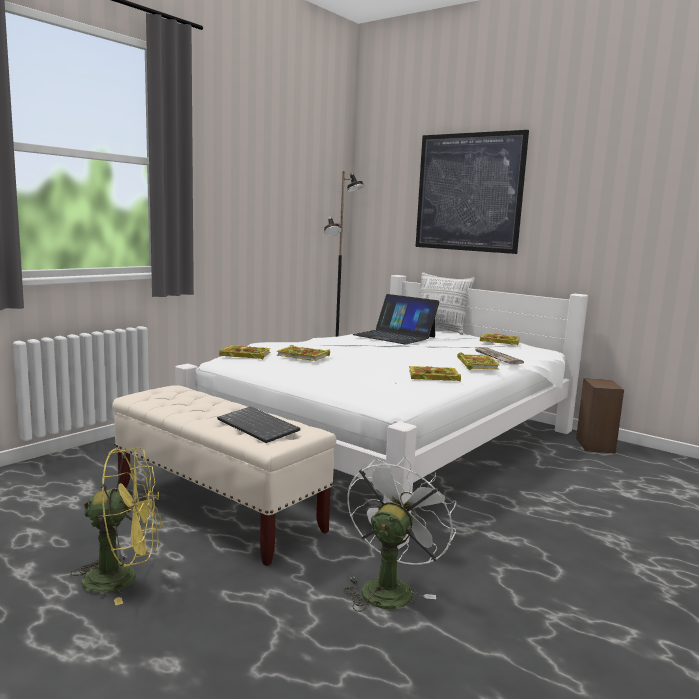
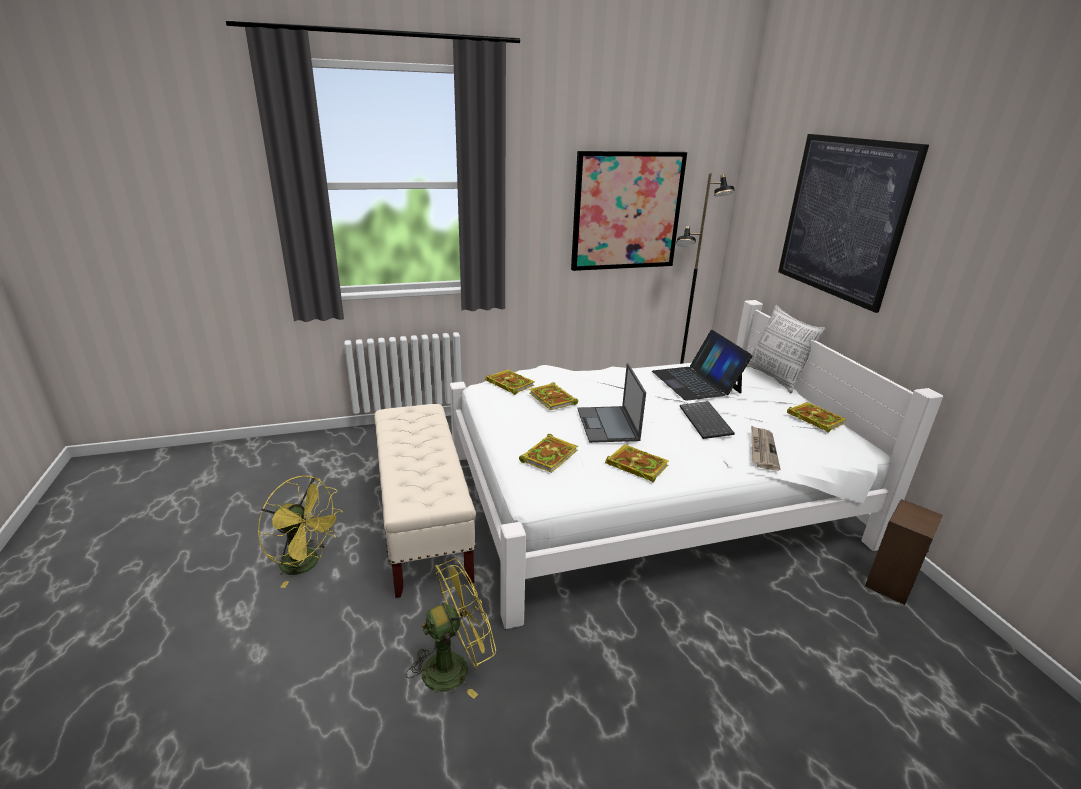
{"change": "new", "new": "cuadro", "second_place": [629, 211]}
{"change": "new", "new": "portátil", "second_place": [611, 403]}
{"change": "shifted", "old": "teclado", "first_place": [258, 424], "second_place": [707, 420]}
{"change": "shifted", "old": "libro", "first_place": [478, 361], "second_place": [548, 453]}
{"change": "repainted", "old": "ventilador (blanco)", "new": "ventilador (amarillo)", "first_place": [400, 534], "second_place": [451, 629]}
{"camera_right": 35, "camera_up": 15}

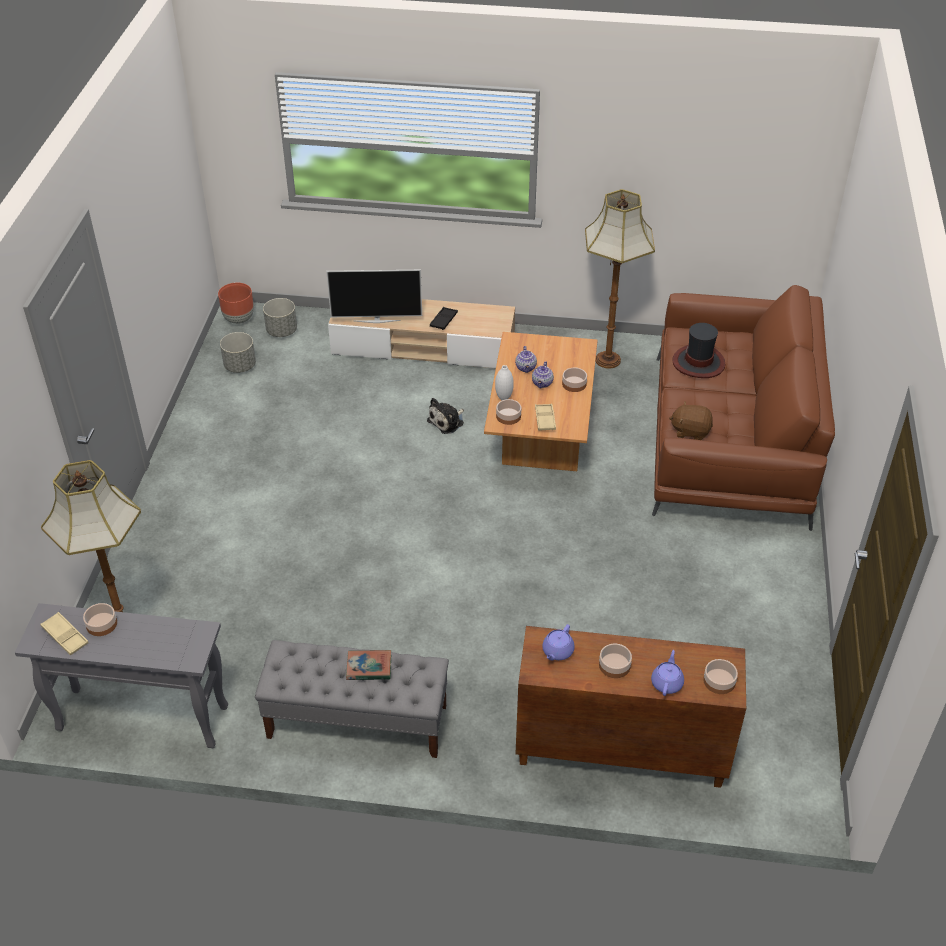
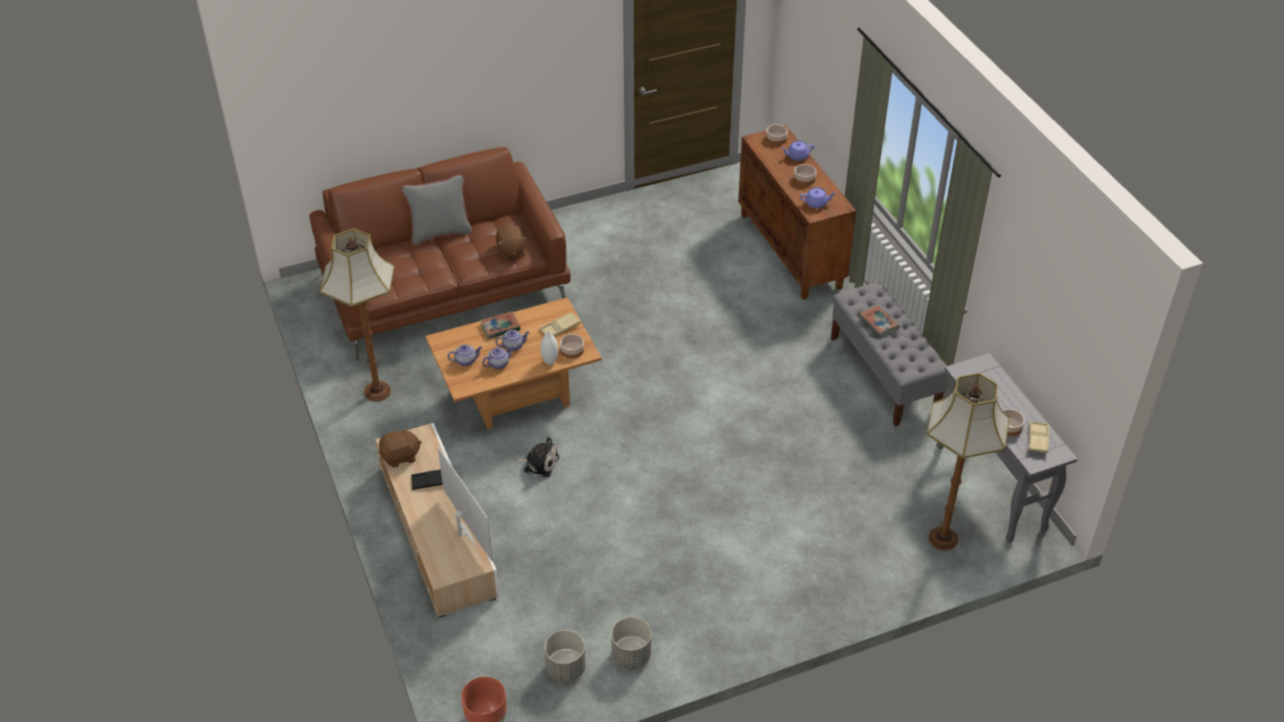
{"change": "gone", "old": "sombrero", "first_place": [698, 350]}
{"change": "new", "new": "peluche (marrón)", "second_place": [400, 447]}
{"change": "new", "new": "cojín (gris)", "second_place": [437, 210]}
{"change": "new", "new": "tetera", "second_place": [465, 355]}
{"change": "shifted", "old": "maceta (gris)", "first_place": [280, 317], "second_place": [631, 643]}
{"change": "swapped", "old": "cuenco", "new": "libro", "first_place": [574, 380], "second_place": [500, 325]}
{"camera_right": -120, "camera_up": 0}

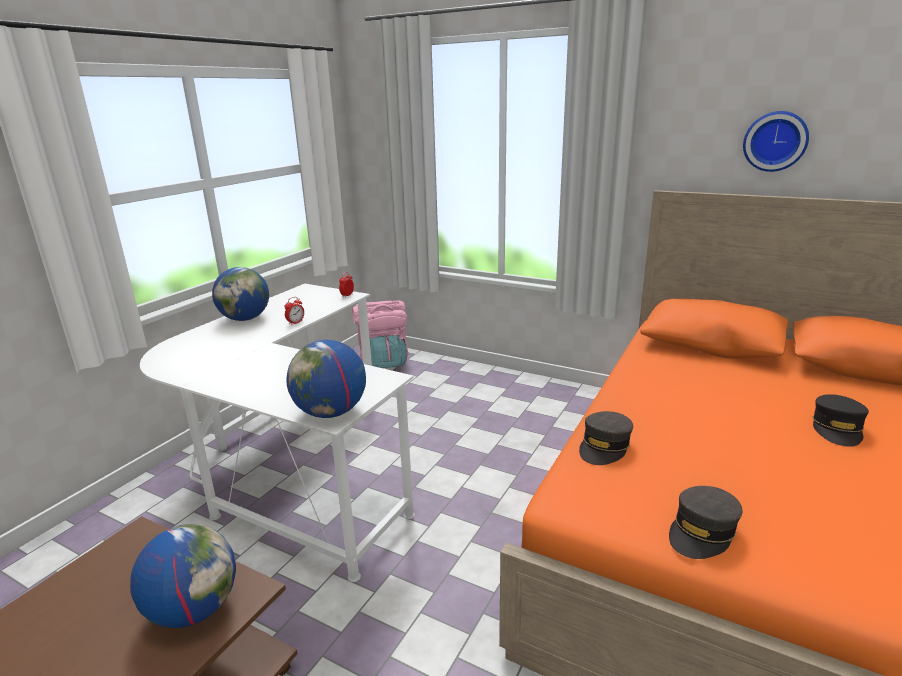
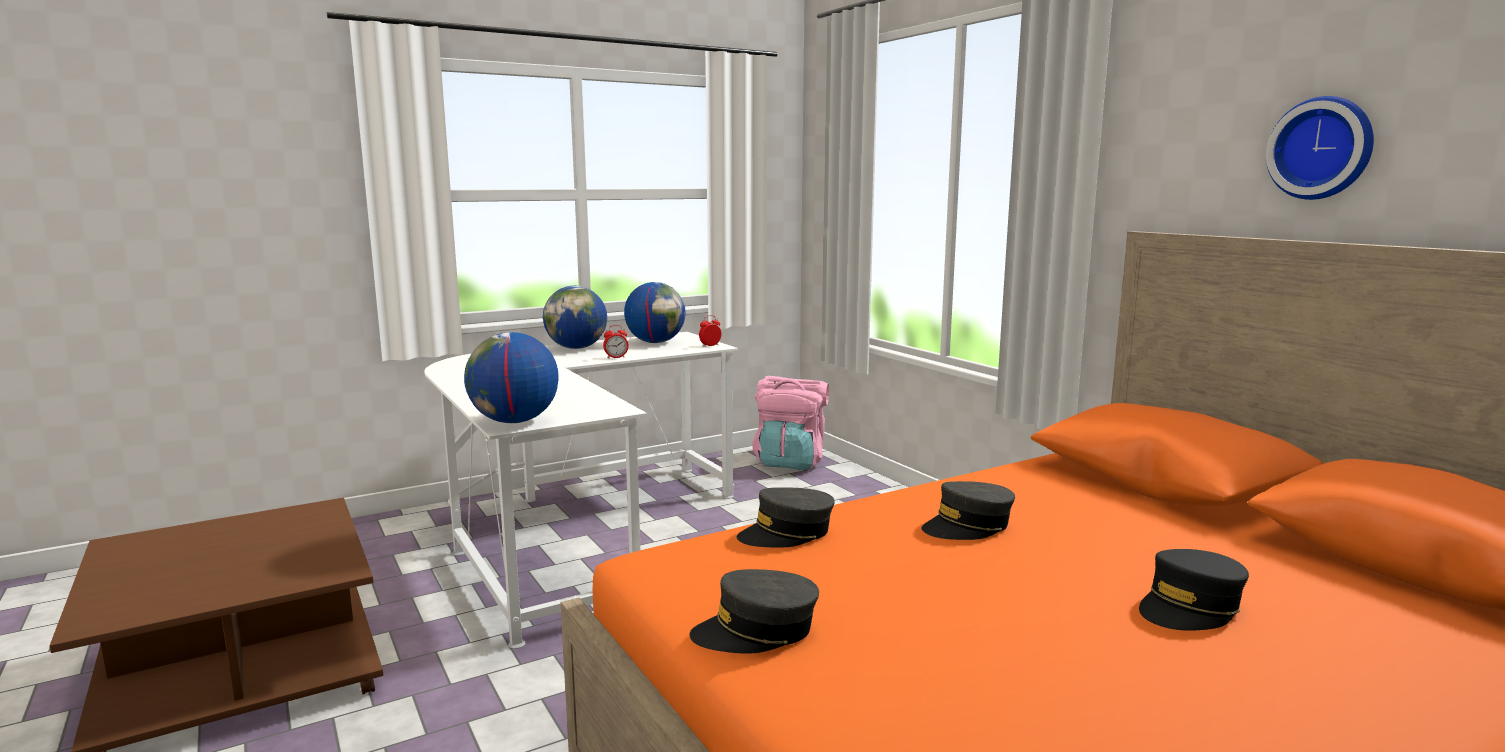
{"change": "new", "new": "gorra (gris)", "second_place": [968, 510]}
{"change": "shifted", "old": "globo terráqueo", "first_place": [183, 576], "second_place": [655, 312]}
{"camera_right": 30, "camera_up": -10}

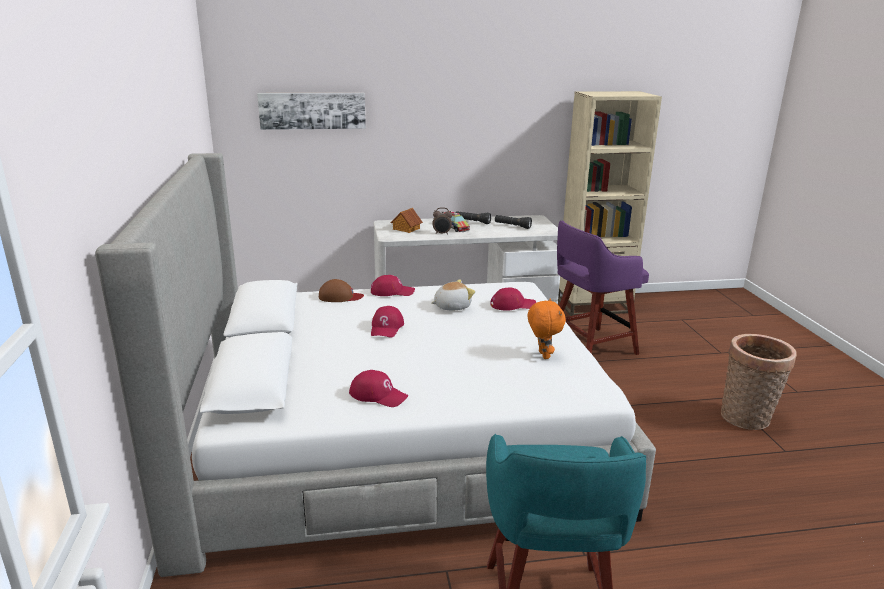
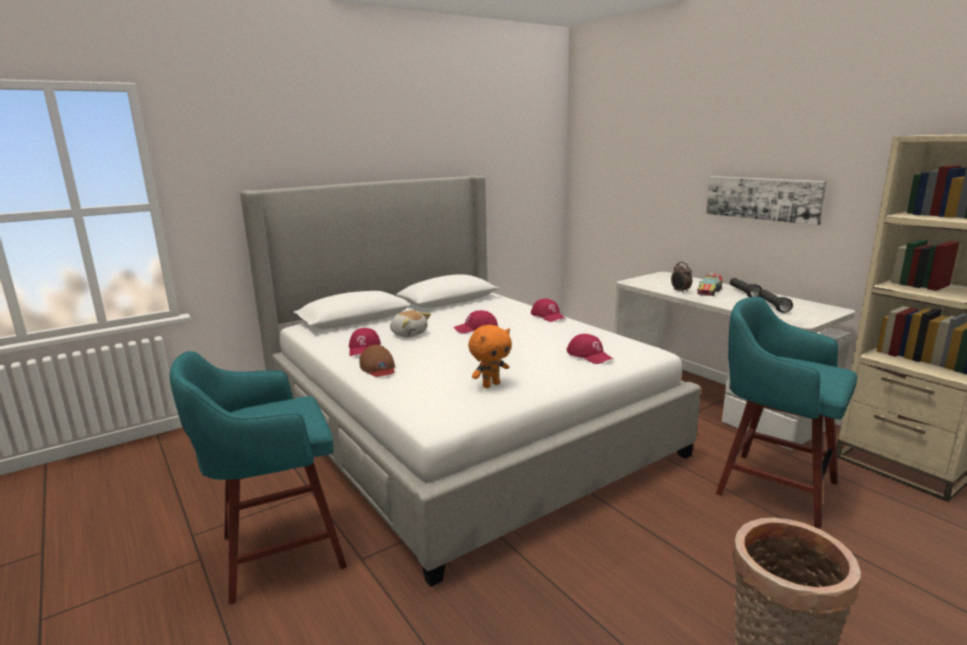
{"change": "gone", "old": "casita", "first_place": [406, 220]}
{"change": "shifted", "old": "cuadro", "first_place": [311, 111], "second_place": [766, 200]}
{"change": "shifted", "old": "gorra (marrón)", "first_place": [341, 290], "second_place": [377, 361]}
{"change": "shifted", "old": "peluche", "first_place": [453, 295], "second_place": [410, 323]}
{"change": "repainted", "old": "taburete (morado)", "new": "taburete (turquesa)", "first_place": [603, 287], "second_place": [787, 413]}
{"camera_right": 65, "camera_up": -5}

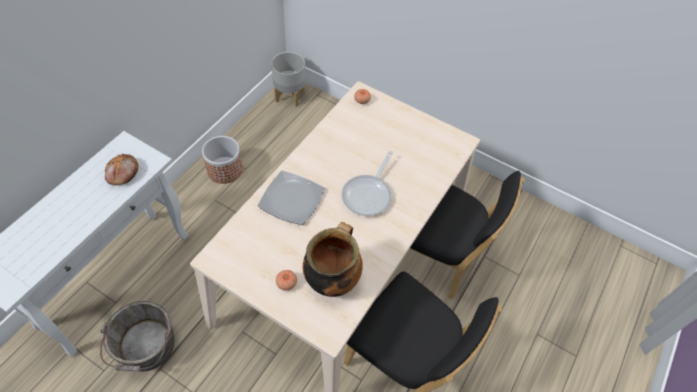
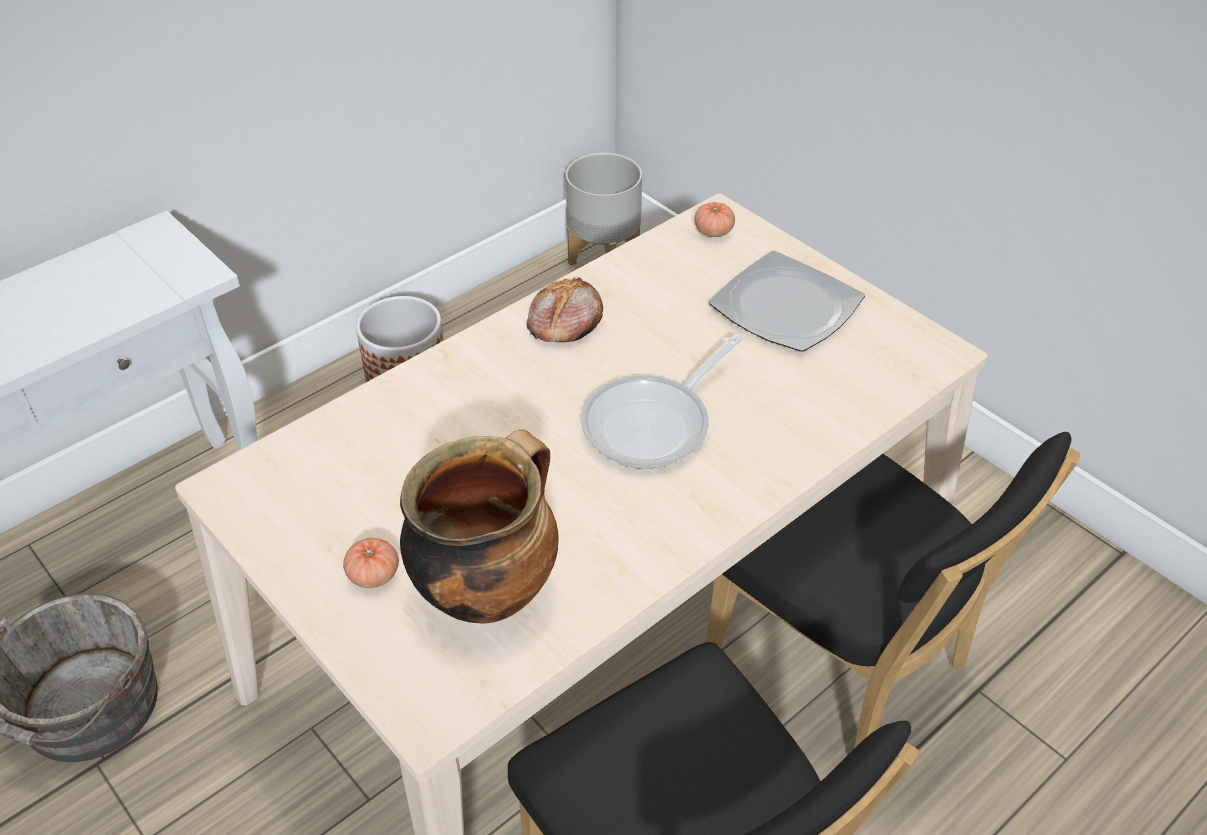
{"change": "shifted", "old": "pan", "first_place": [121, 170], "second_place": [564, 309]}
{"change": "shifted", "old": "plato", "first_place": [291, 197], "second_place": [787, 301]}
{"camera_right": 20, "camera_up": -10}

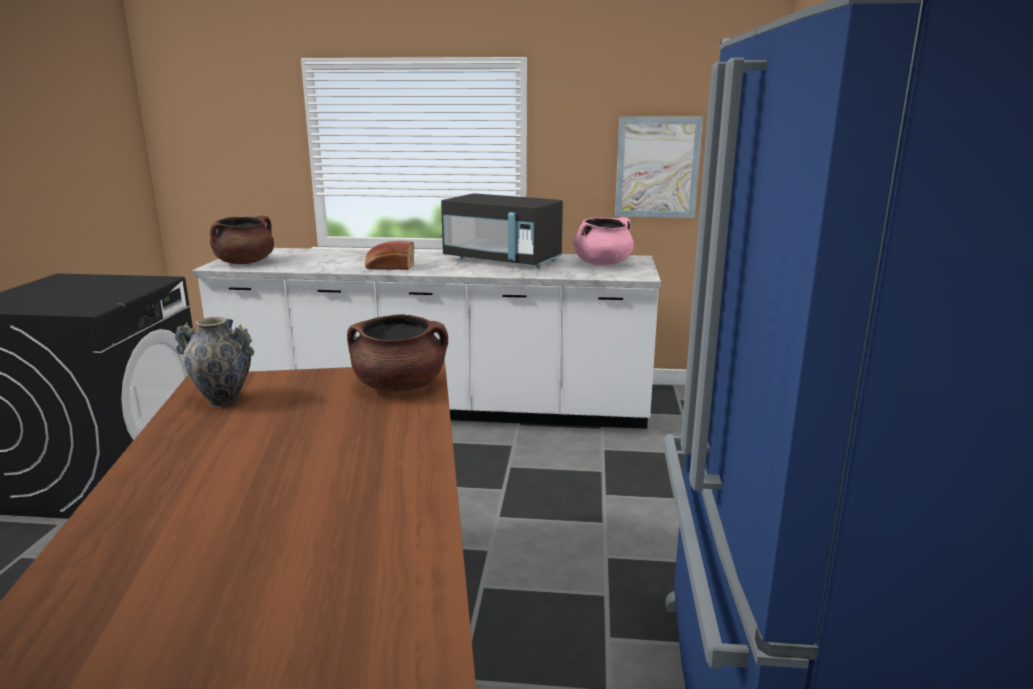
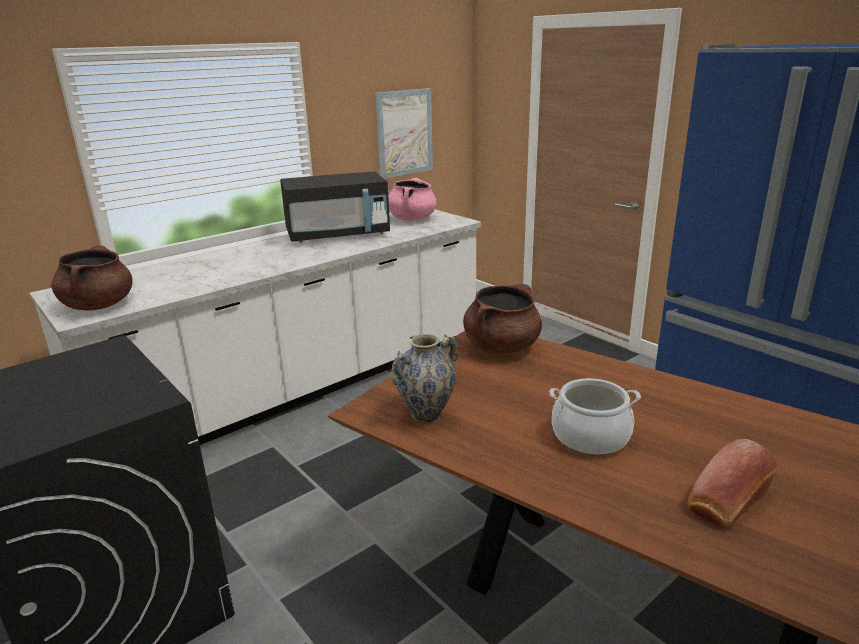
{"change": "new", "new": "olla", "second_place": [595, 417]}
{"change": "shifted", "old": "pan", "first_place": [389, 255], "second_place": [732, 483]}
{"camera_right": -45, "camera_up": 5}

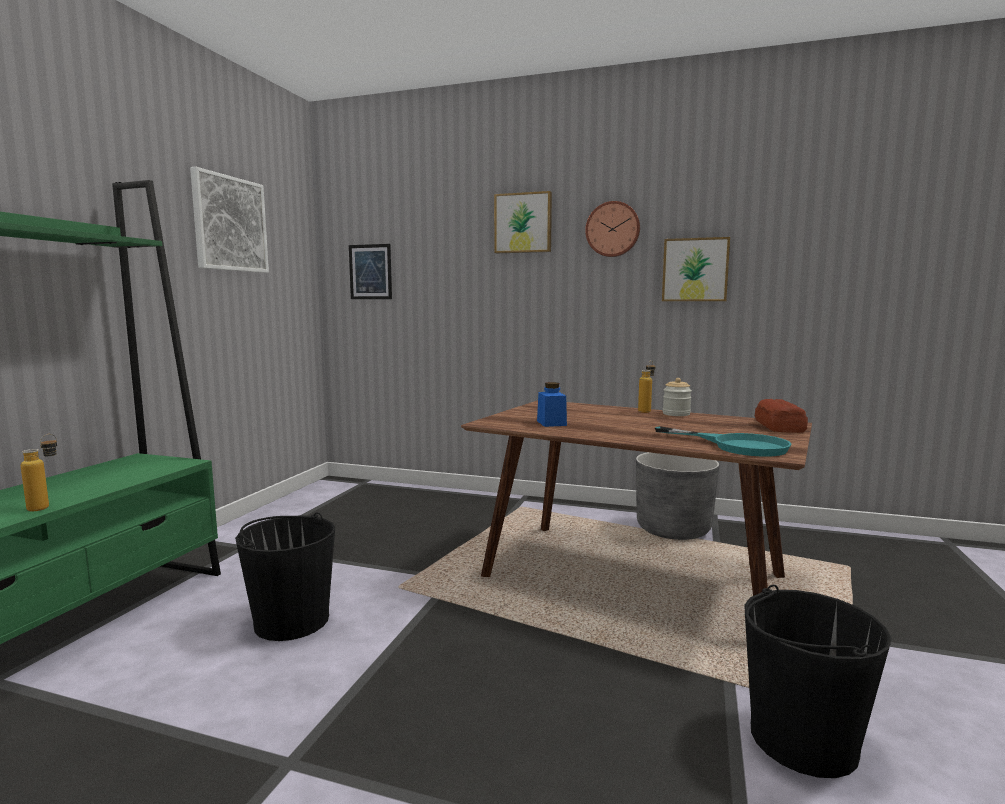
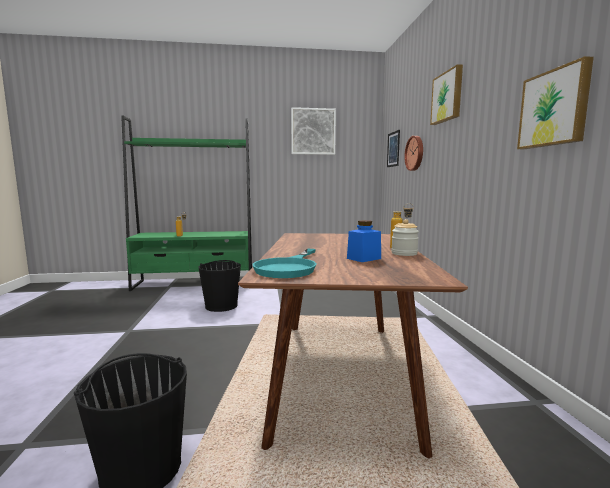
{"change": "gone", "old": "maceta (gris)", "first_place": [677, 496]}
{"change": "gone", "old": "pan", "first_place": [781, 416]}
{"change": "shifted", "old": "tarro (azul)", "first_place": [552, 404], "second_place": [364, 241]}
{"change": "shifted", "old": "reloj de pared", "first_place": [612, 229], "second_place": [413, 153]}
{"camera_right": 65, "camera_up": 0}

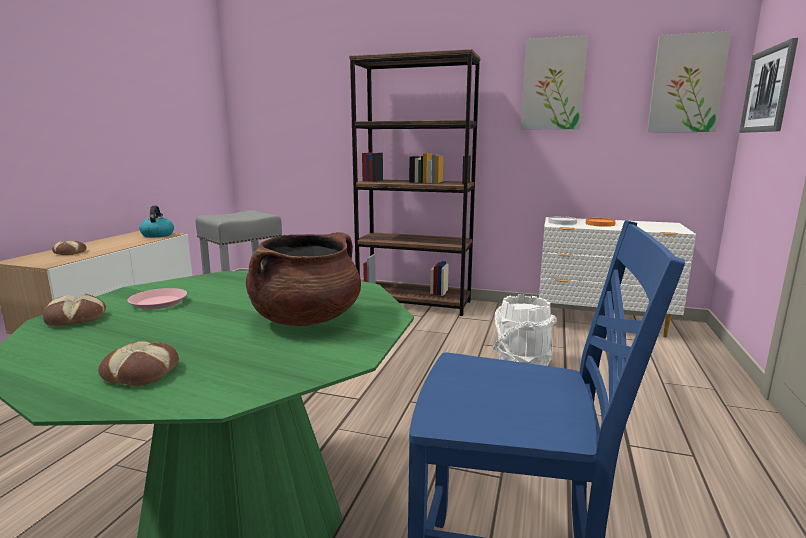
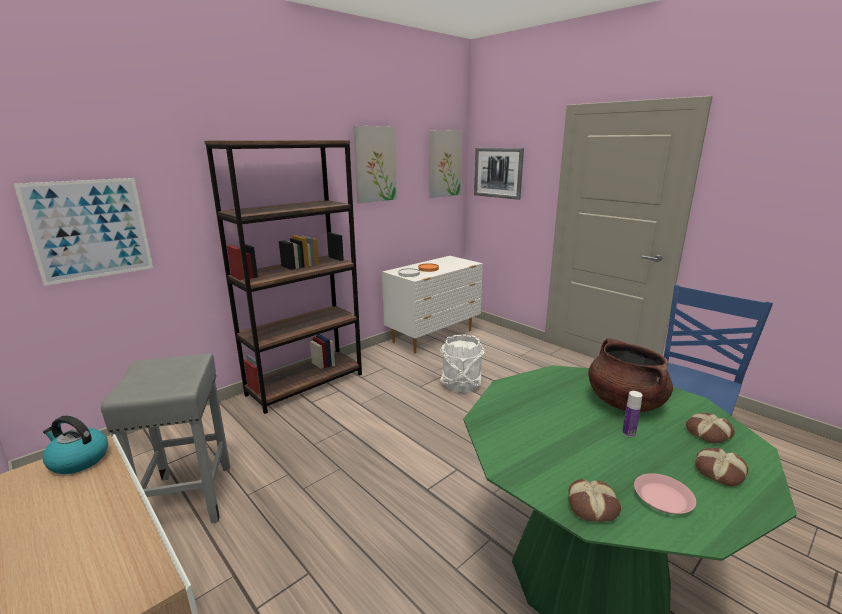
{"change": "new", "new": "cuadro", "second_place": [83, 232]}
{"change": "new", "new": "botella", "second_place": [632, 414]}
{"change": "shifted", "old": "pan", "first_place": [69, 247], "second_place": [710, 428]}
{"change": "shifted", "old": "plato (rosa)", "first_place": [157, 299], "second_place": [665, 493]}
{"camera_right": -60, "camera_up": 5}

